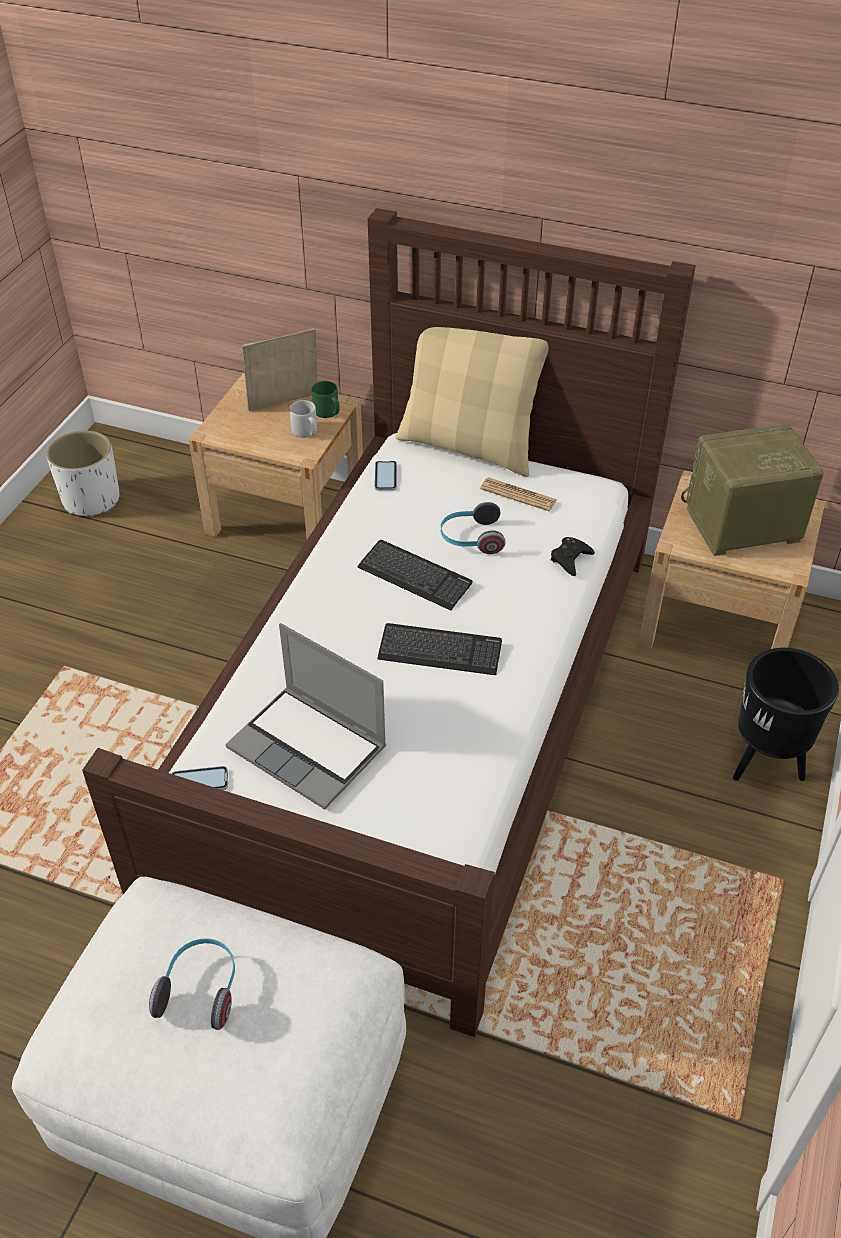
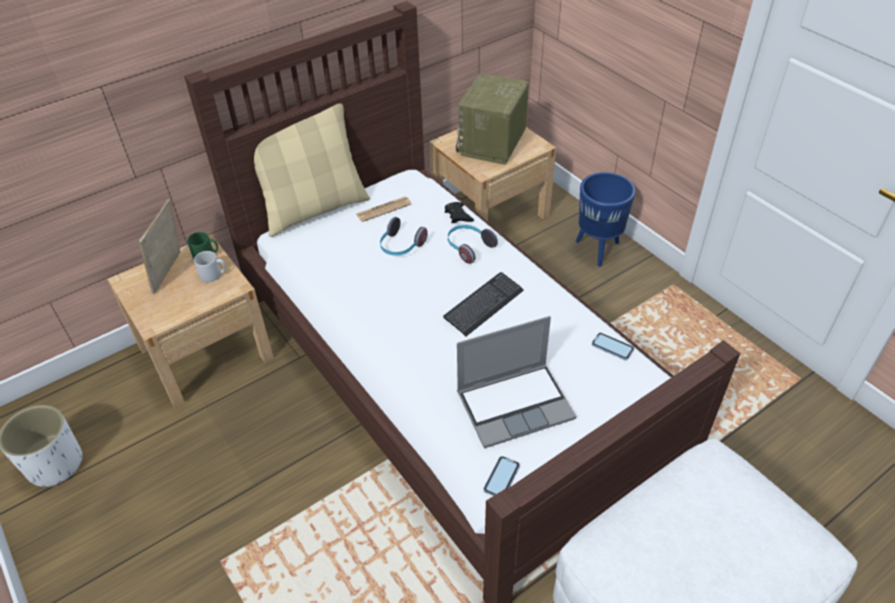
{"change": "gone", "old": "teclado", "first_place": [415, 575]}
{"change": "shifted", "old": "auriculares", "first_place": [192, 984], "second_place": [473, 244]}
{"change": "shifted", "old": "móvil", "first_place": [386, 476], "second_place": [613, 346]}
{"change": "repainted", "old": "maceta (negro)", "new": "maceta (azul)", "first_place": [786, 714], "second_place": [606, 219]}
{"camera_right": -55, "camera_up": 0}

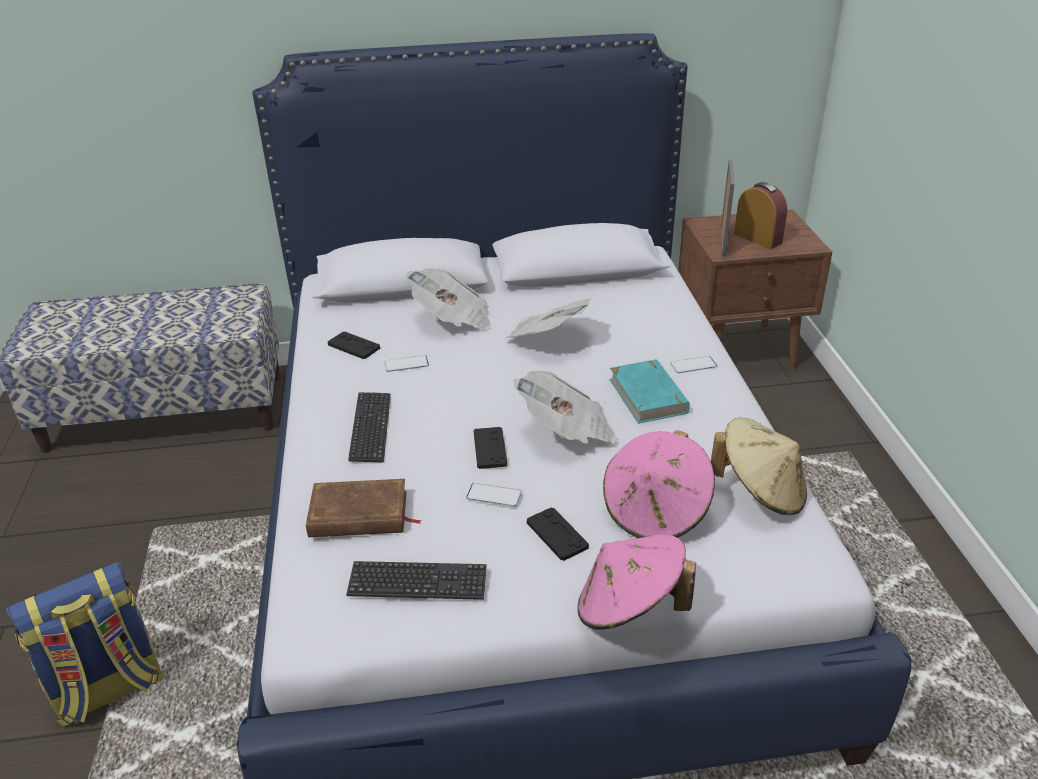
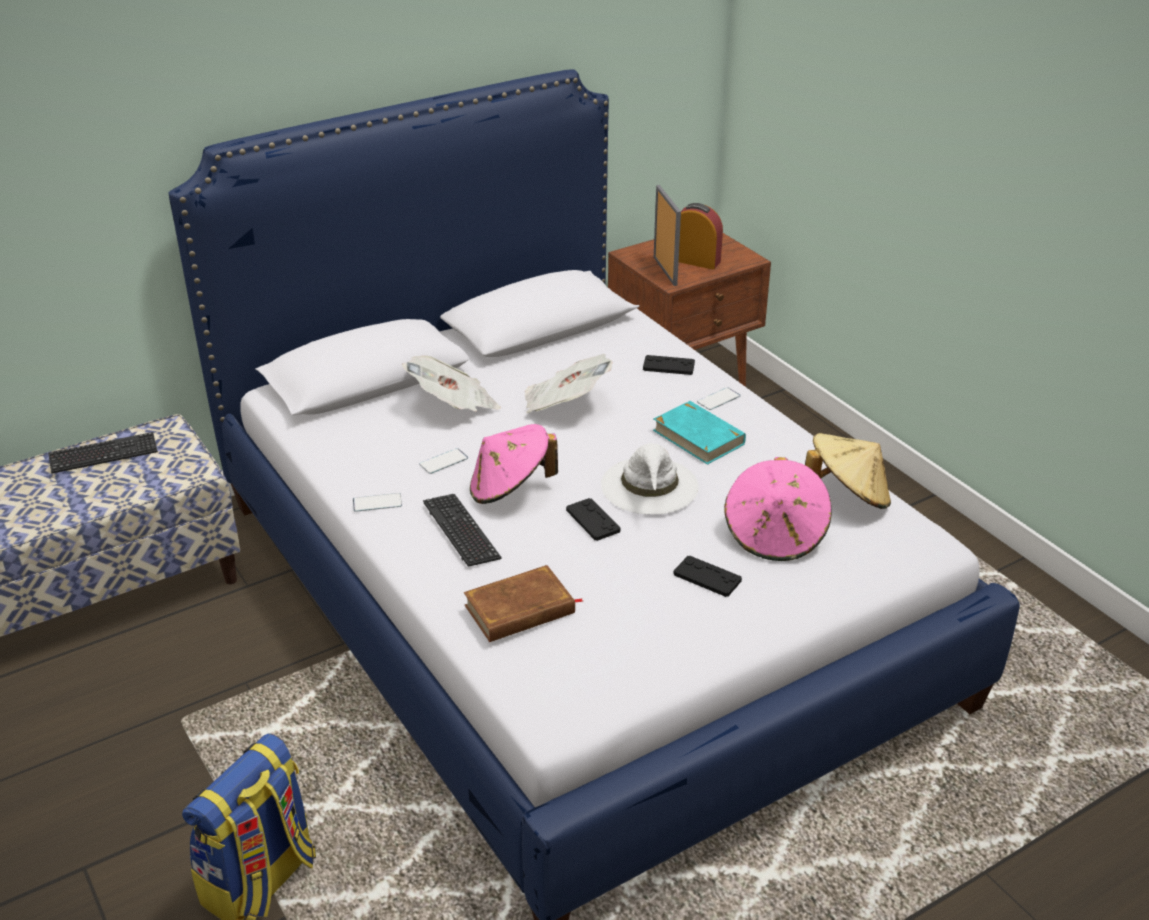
{"change": "shifted", "old": "mando de consola (negro)", "first_place": [354, 345], "second_place": [669, 365]}
{"change": "shifted", "old": "teclado", "first_place": [416, 580], "second_place": [103, 453]}
{"change": "shifted", "old": "móvil", "first_place": [494, 494], "second_place": [377, 502]}
{"change": "shifted", "old": "sombrero (rosa)", "first_place": [636, 582], "second_place": [514, 464]}
{"change": "swapped", "old": "periódico", "new": "sombrero (blanco)", "first_place": [565, 407], "second_place": [649, 478]}
{"camera_right": -25, "camera_up": 0}

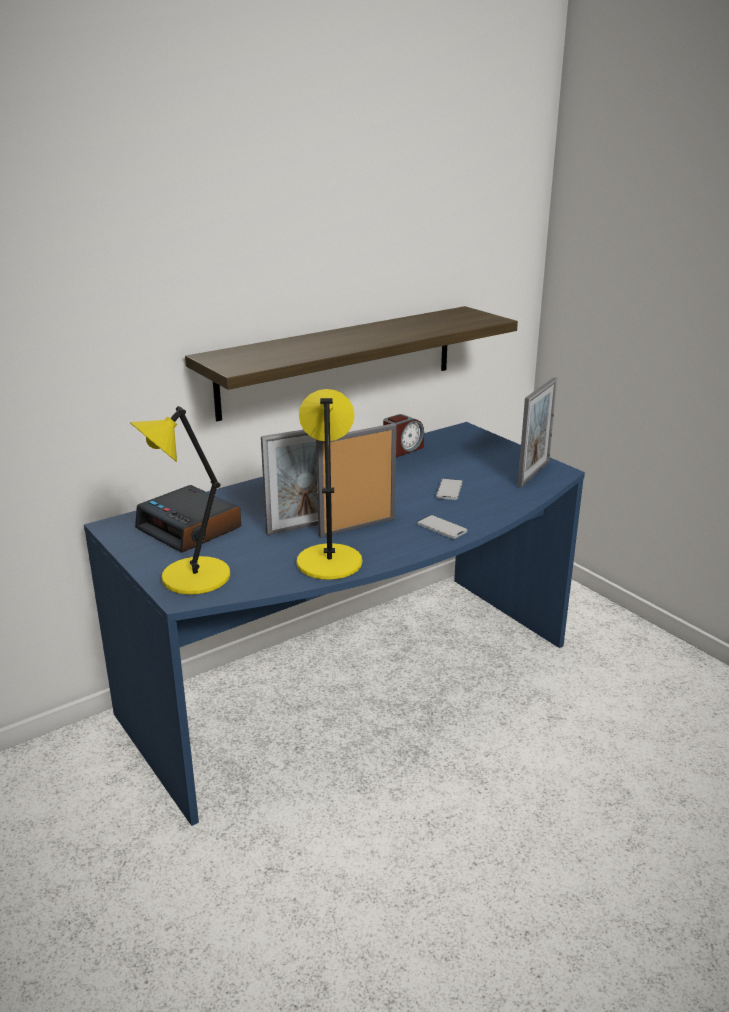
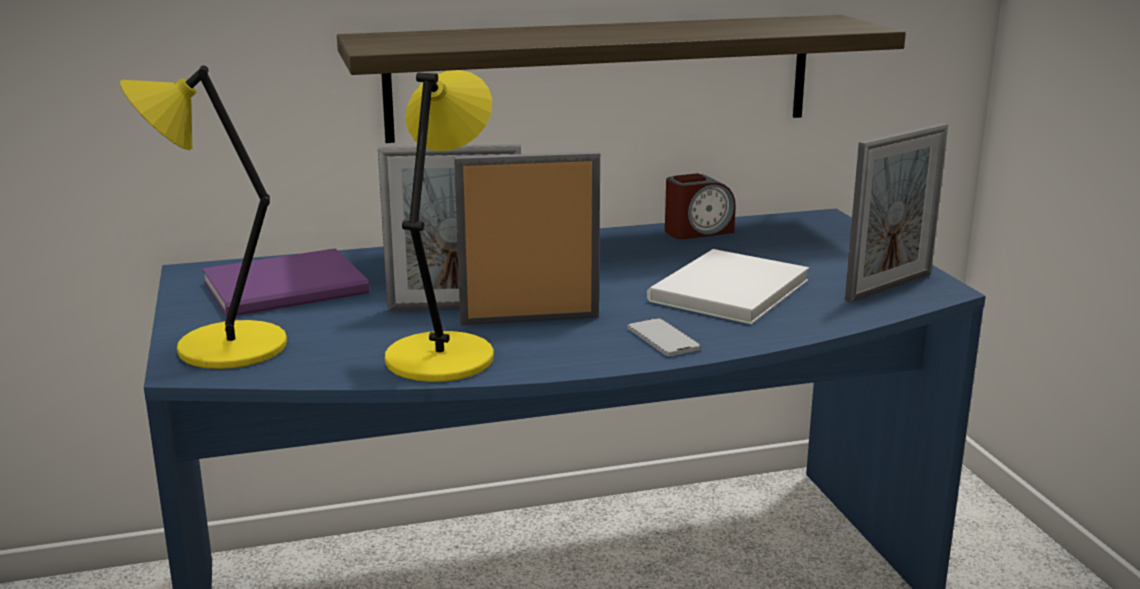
{"change": "swapped", "old": "despertador", "new": "libro (morado)", "first_place": [188, 519], "second_place": [285, 282]}
{"change": "swapped", "old": "móvil", "new": "libro (blanco)", "first_place": [449, 489], "second_place": [728, 286]}
{"camera_right": 20, "camera_up": -5}

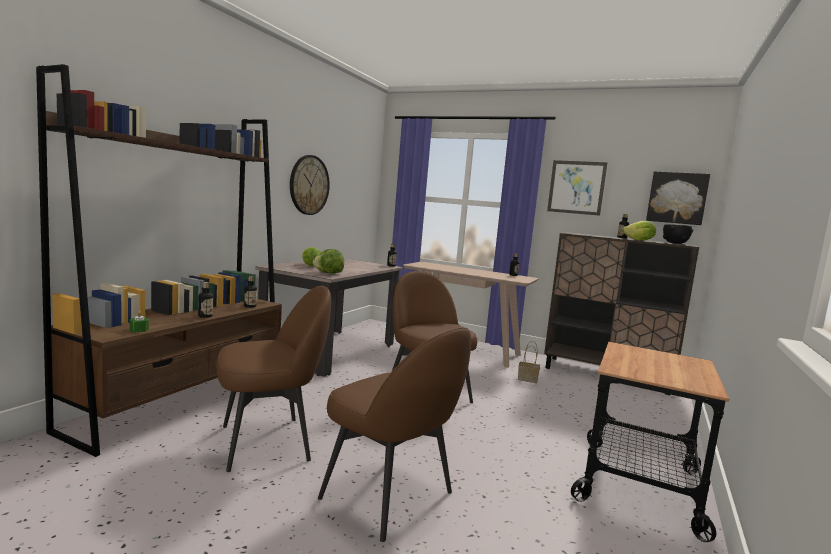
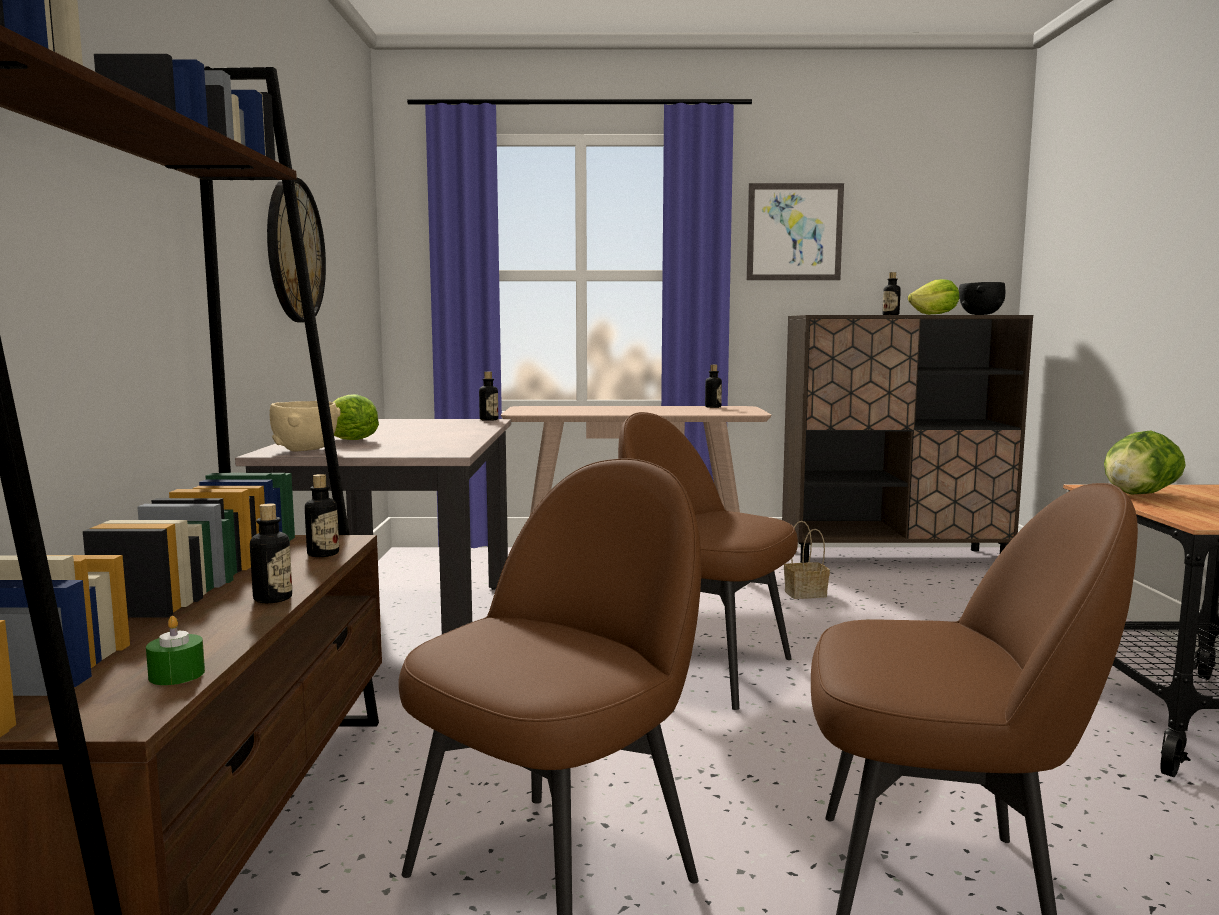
{"change": "gone", "old": "cuadro", "first_place": [678, 198]}
{"change": "new", "new": "cuenco (beis)", "second_place": [305, 426]}
{"change": "shifted", "old": "lechuga", "first_place": [328, 261], "second_place": [1145, 462]}
{"camera_right": -25, "camera_up": 0}

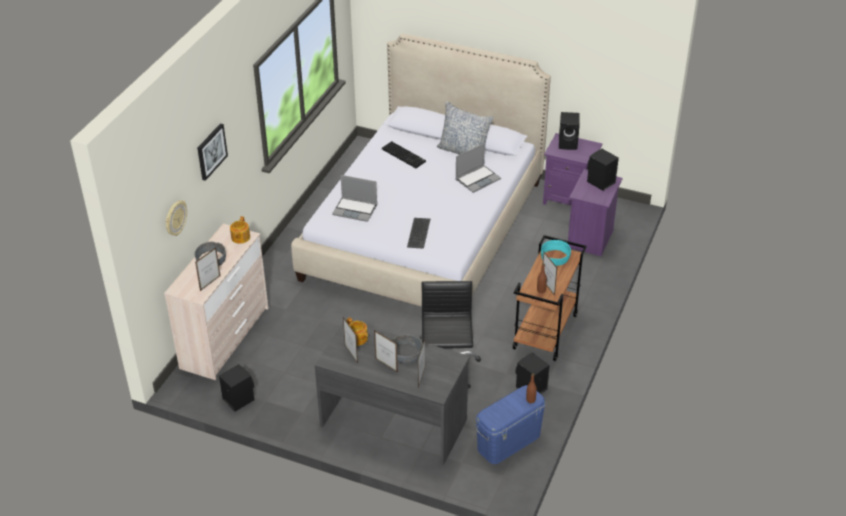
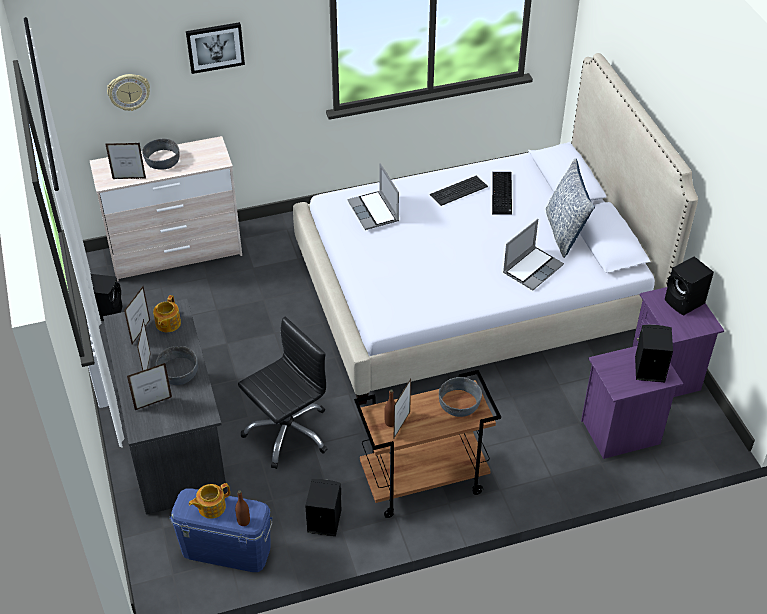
{"change": "shifted", "old": "tetera", "first_place": [240, 230], "second_place": [209, 501]}
{"change": "shifted", "old": "teclado", "first_place": [418, 233], "second_place": [459, 191]}
{"change": "repainted", "old": "cuenco (turquesa)", "new": "cuenco (gris)", "first_place": [556, 253], "second_place": [460, 397]}
{"change": "rotated", "old": "portátil", "first_place": [478, 168], "second_place": [533, 254], "degrees": -60}
{"camera_right": 50, "camera_up": 5}

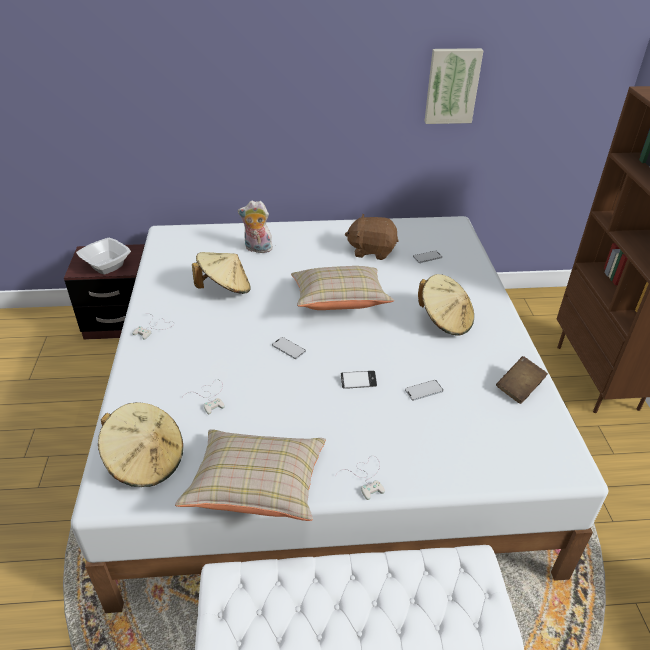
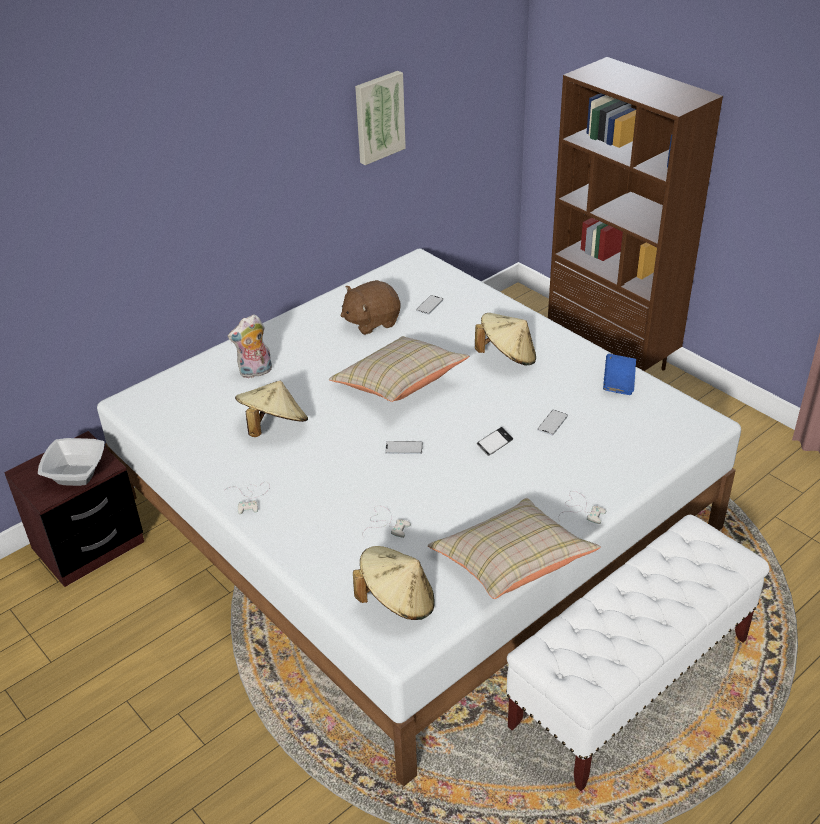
{"change": "repainted", "old": "libro (marrón)", "new": "libro (azul)", "first_place": [522, 380], "second_place": [619, 374]}
{"camera_right": -35, "camera_up": 0}

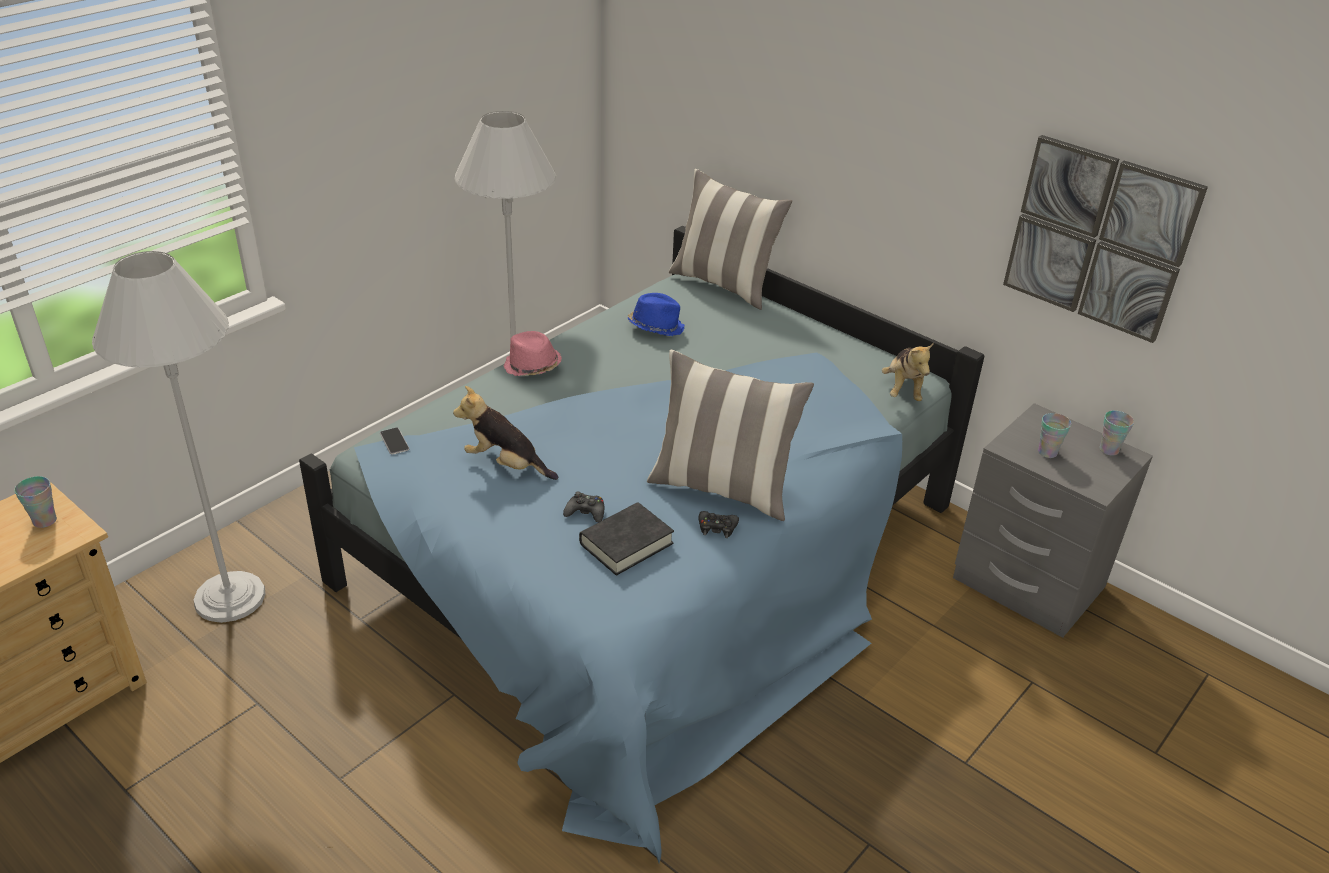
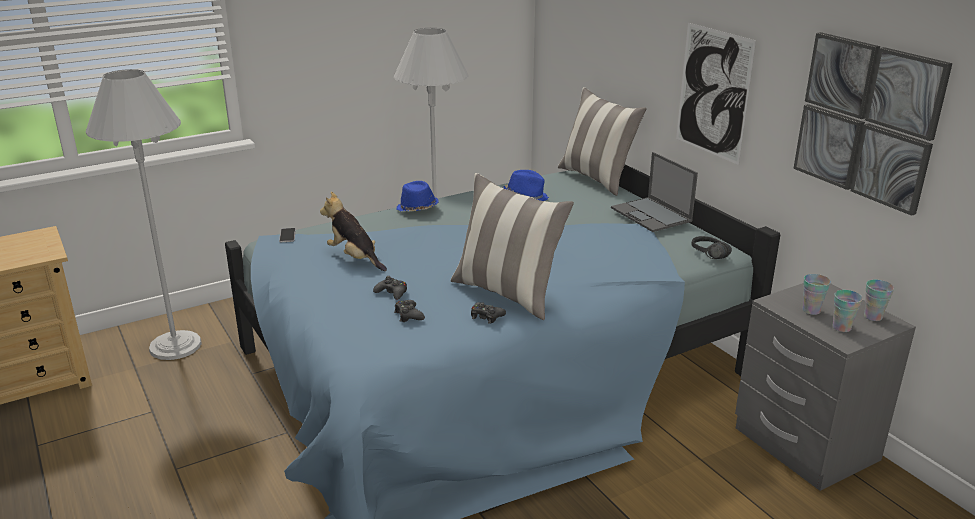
{"change": "new", "new": "portátil", "second_place": [654, 192]}
{"change": "new", "new": "cuadro", "second_place": [716, 94]}
{"change": "shifted", "old": "taza", "first_place": [35, 502], "second_place": [848, 311]}
{"change": "swapped", "old": "libro (negro)", "new": "mando de consola (negro)", "first_place": [626, 539], "second_place": [409, 311]}
{"change": "swapped", "old": "peluche", "new": "auriculares (negro)", "first_place": [908, 371], "second_place": [711, 247]}
{"change": "repainted", "old": "sombrero (rosa)", "new": "sombrero (azul)", "first_place": [533, 353], "second_place": [417, 196]}
{"camera_right": 20, "camera_up": -10}

